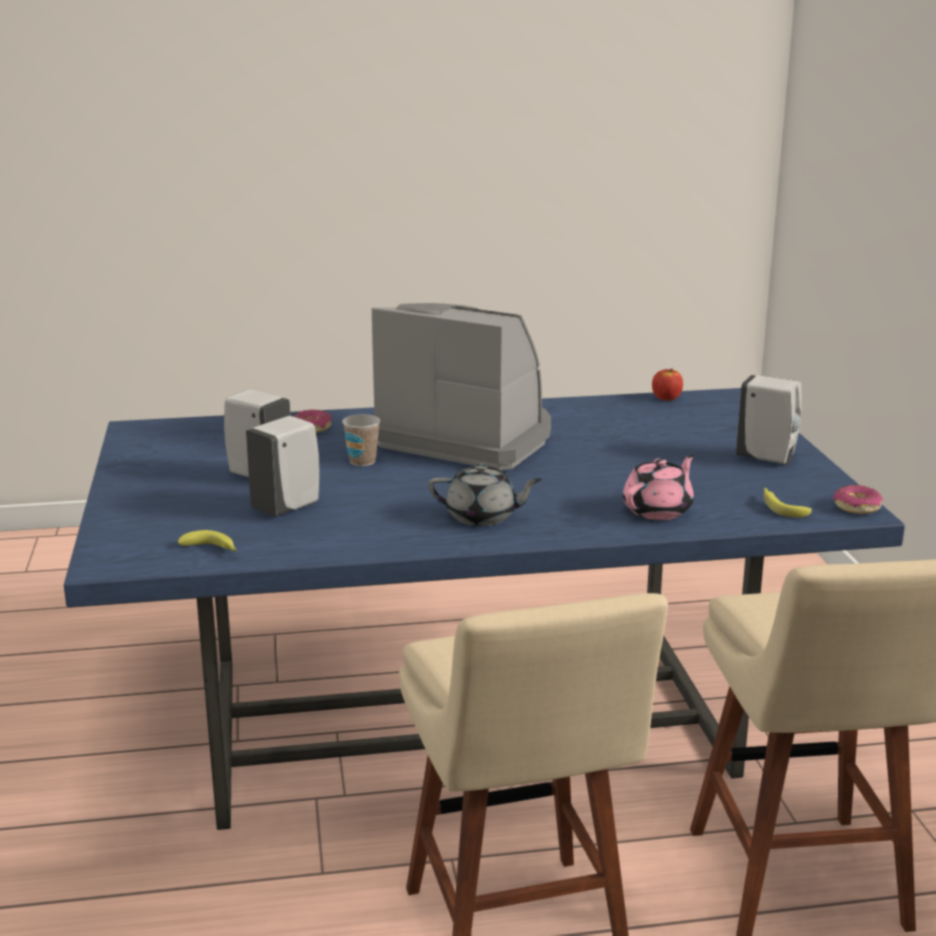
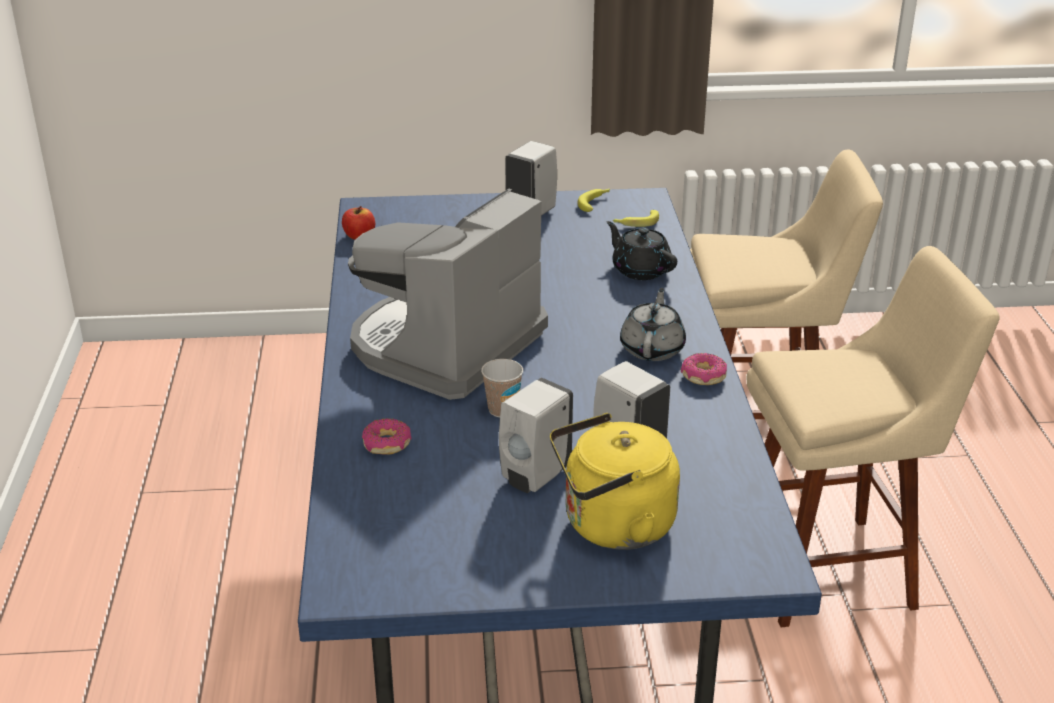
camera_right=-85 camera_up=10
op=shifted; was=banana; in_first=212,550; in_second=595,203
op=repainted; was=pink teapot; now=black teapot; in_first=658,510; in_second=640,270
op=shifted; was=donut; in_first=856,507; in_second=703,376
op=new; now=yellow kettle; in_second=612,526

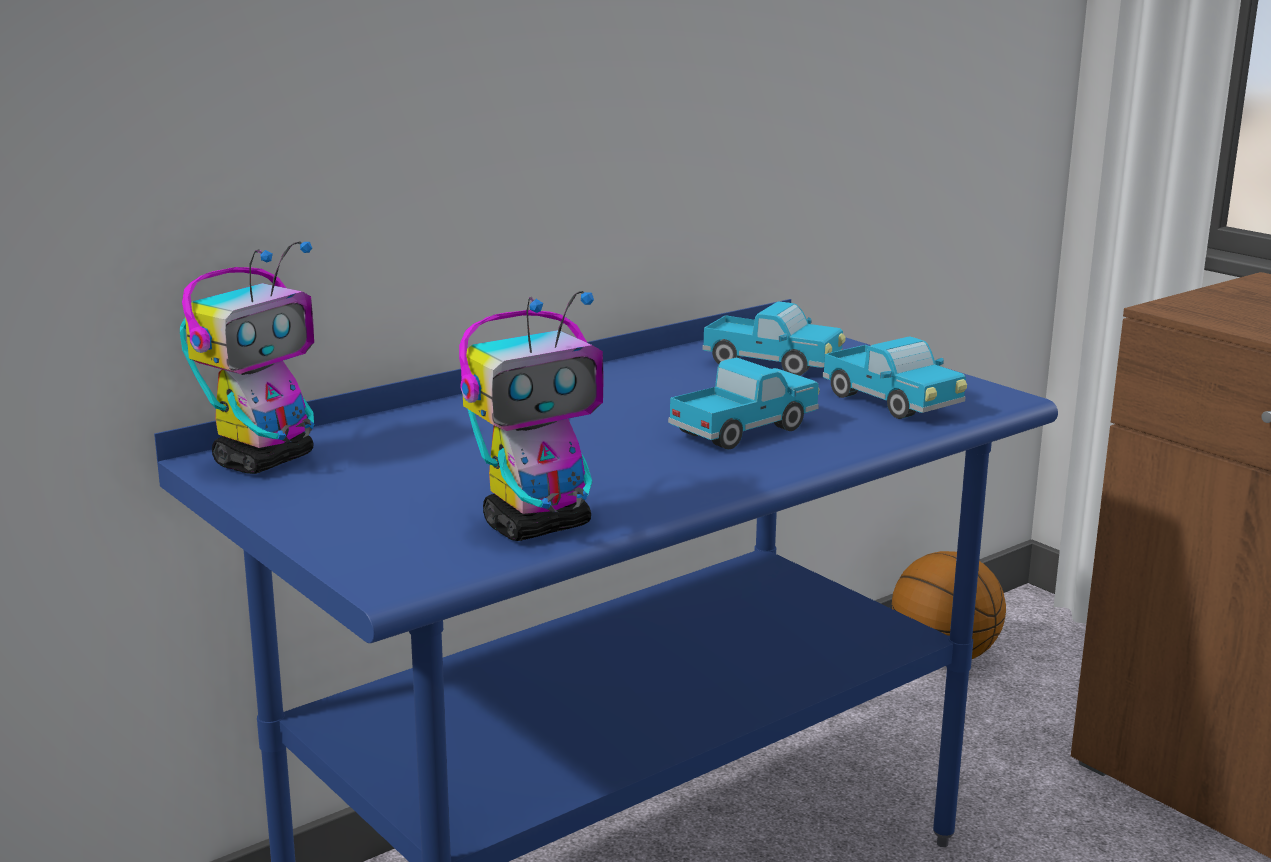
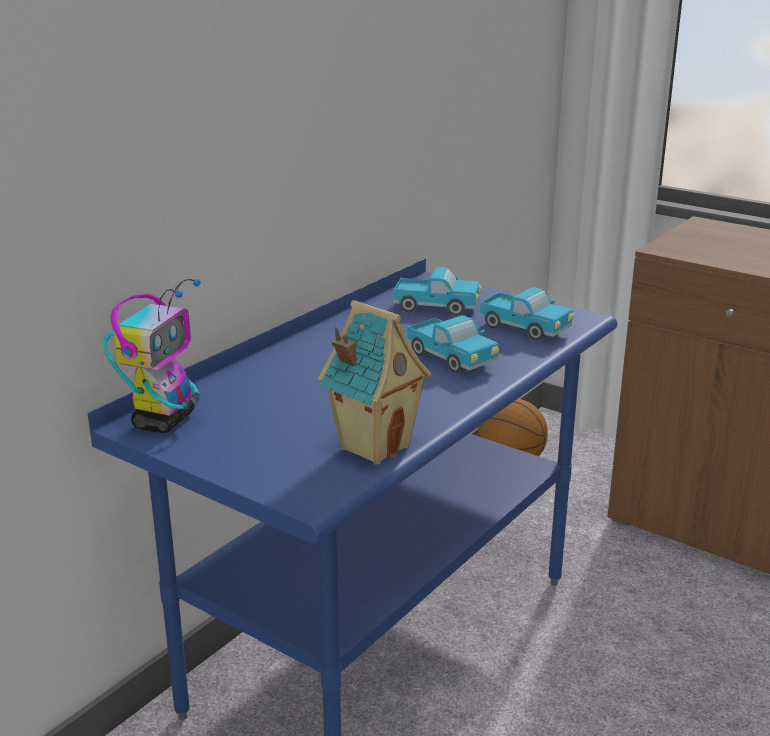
camera_right=-15 camera_up=5
op=swapped; was=toy robot; now=toy house; in_first=538,525; in_second=374,447
op=rotated; was=toy truck; in_first=745,430; in_second=451,359; clockwise=105

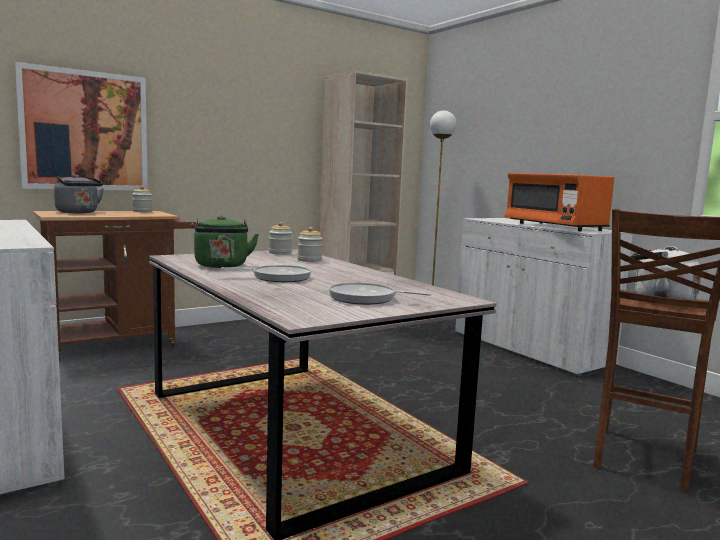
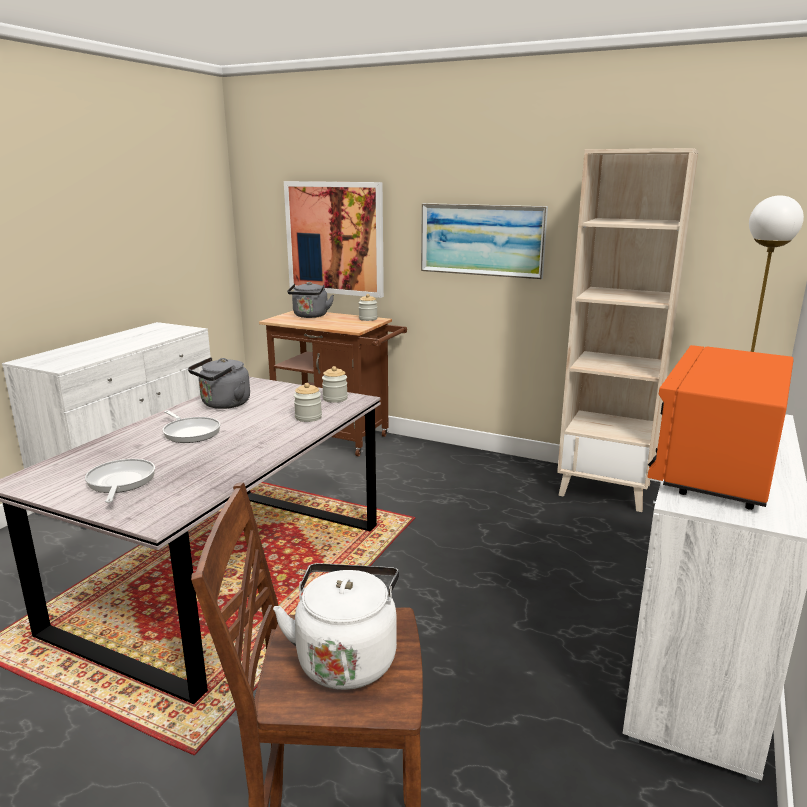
camera_right=60 camera_up=10
op=repainted; was=green kettle; now=grey kettle; in_first=222,266; in_second=223,404
op=new; now=picture; in_second=482,240

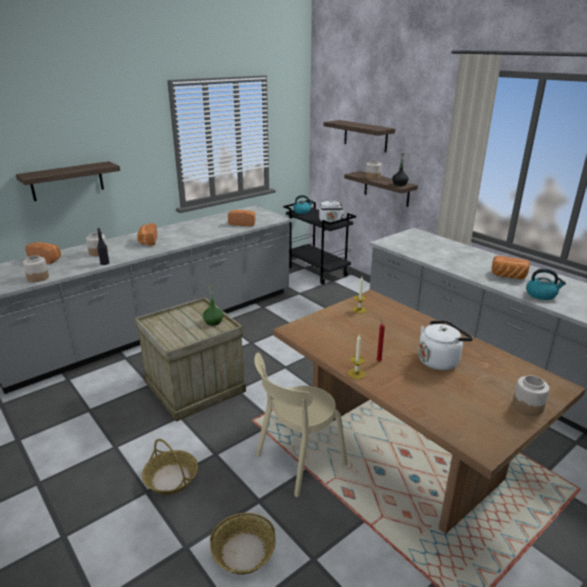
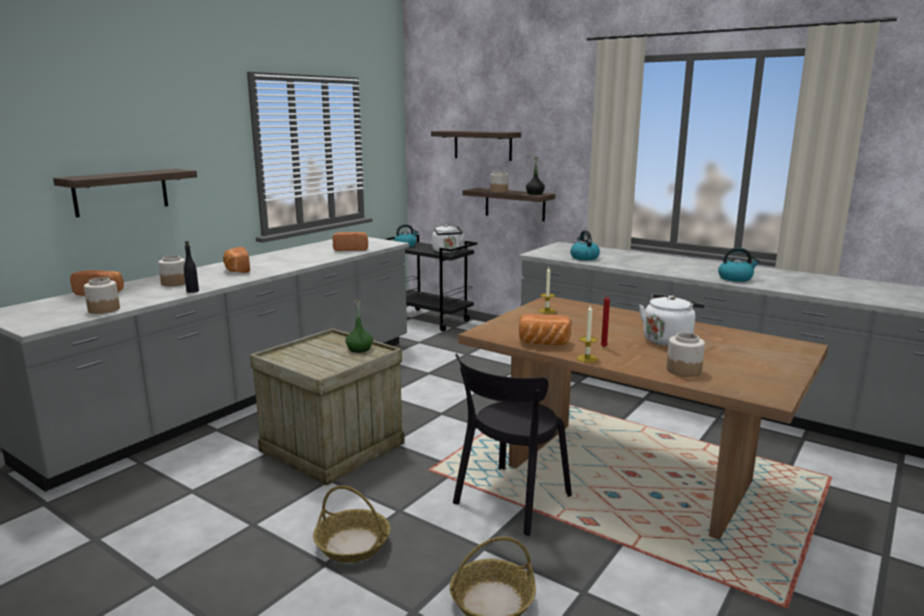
camera_right=-15 camera_up=-10
op=repainted; was=beige chair; now=black chair; in_first=297,462; in_second=509,502
op=shifted; was=bread; in_first=508,276; in_second=543,344
op=shifted; was=jar; in_first=527,406; in_second=684,370
op=new; now=kettle; in_second=584,257

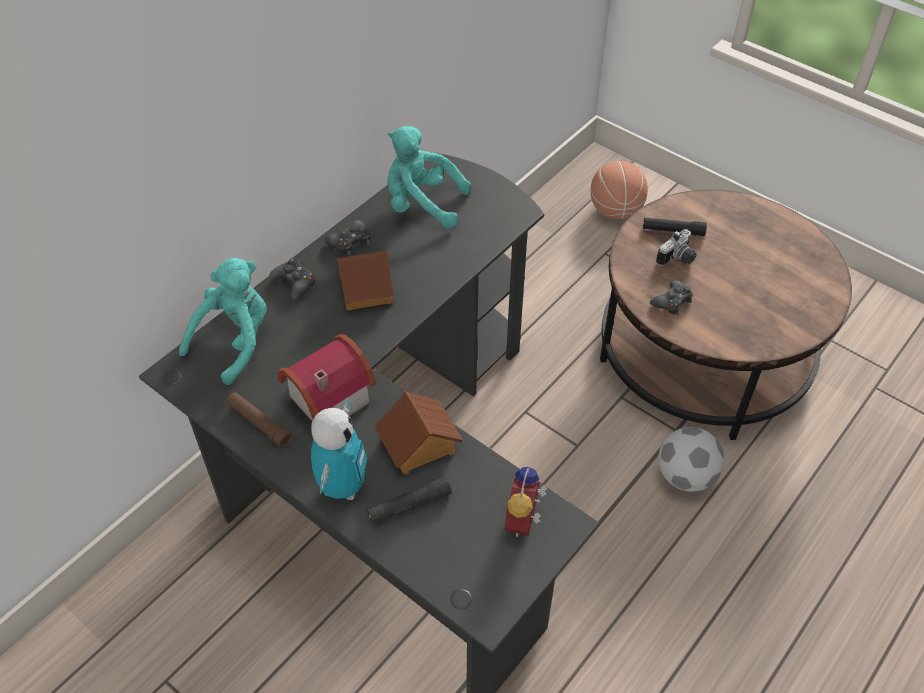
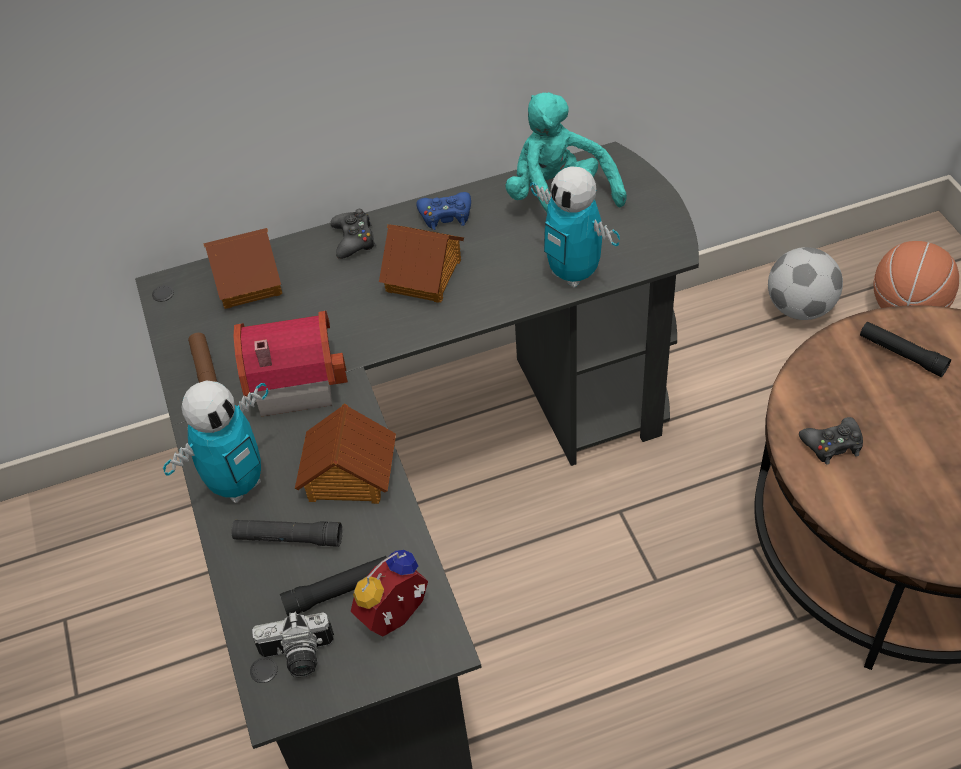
camera_right=35 camera_up=0
op=swapped; was=turquoise plush toy; now=toy house; in_first=235,341; in_second=249,280
op=repainted; was=black game controller; now=blue game controller; in_first=350,242; in_second=446,215
op=shifted; was=photo camera; in_first=678,259; in_second=298,657
op=shifted; was=football; in_first=685,476; in_second=800,308
op=new; now=black flashlight; in_second=339,591
op=new; now=toy robot; in_second=573,273

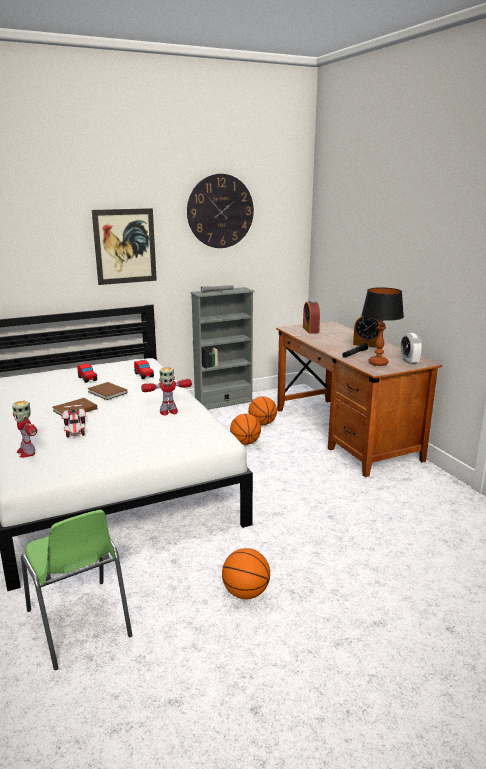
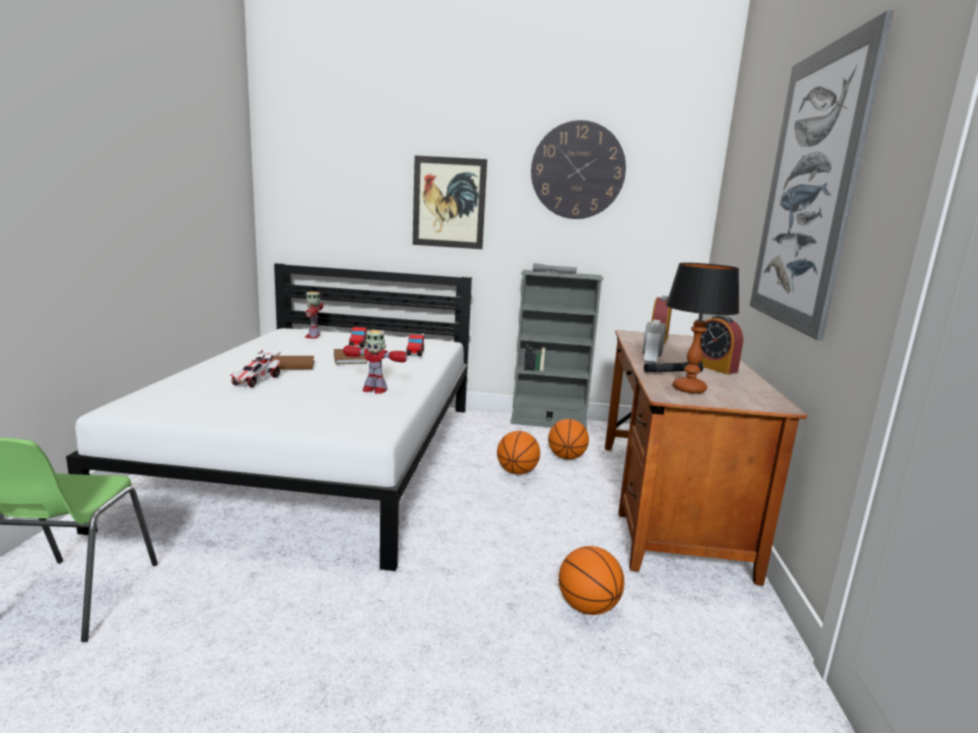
camera_right=30 camera_up=-5
op=shifted; was=toy robot; in_first=27,452; in_second=313,336
op=shifted; was=basketball; in_first=246,592; in_second=587,607
op=shifted; was=alarm clock; in_first=409,361; in_second=651,362
op=new; now=picture; in_second=808,190

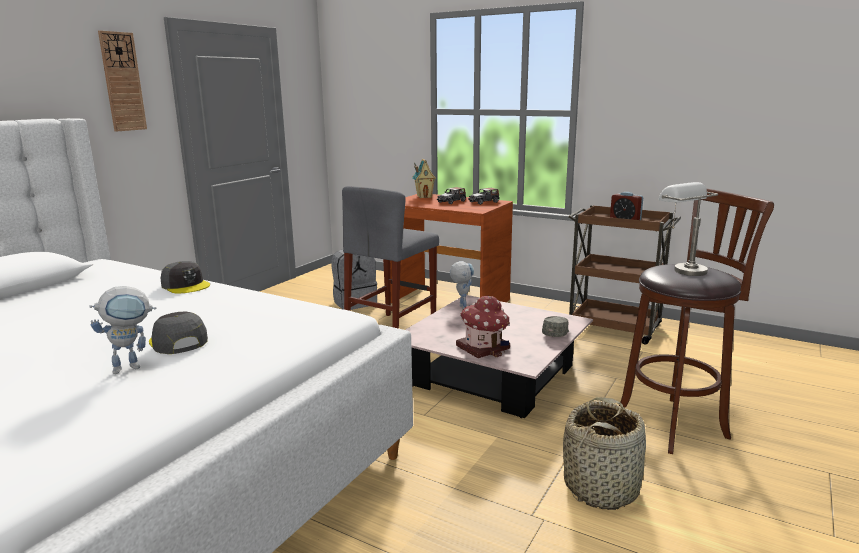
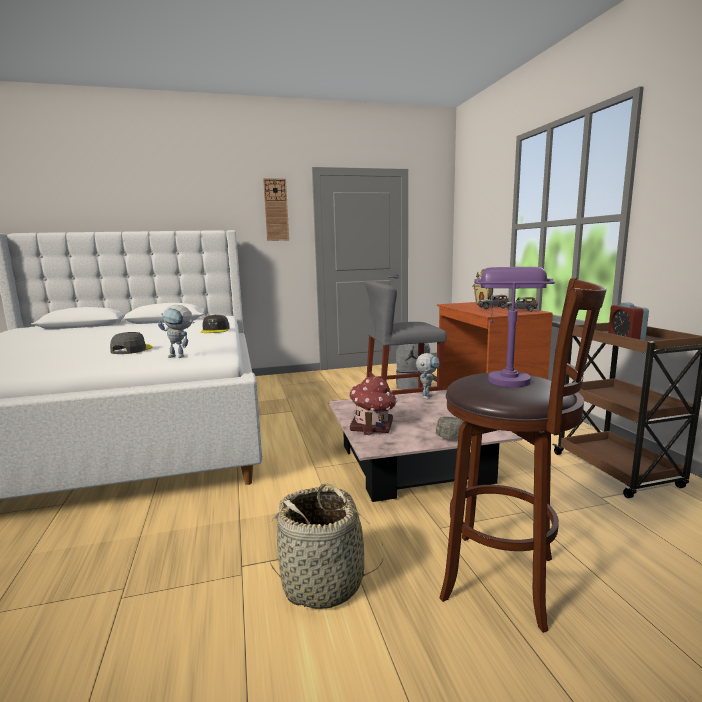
camera_right=45 camera_up=-5
op=shifted; was=toy robot; in_first=133,366; in_second=181,356
op=repainted; was=grey table lamp; now=purple table lamp; in_first=680,269; in_second=506,377

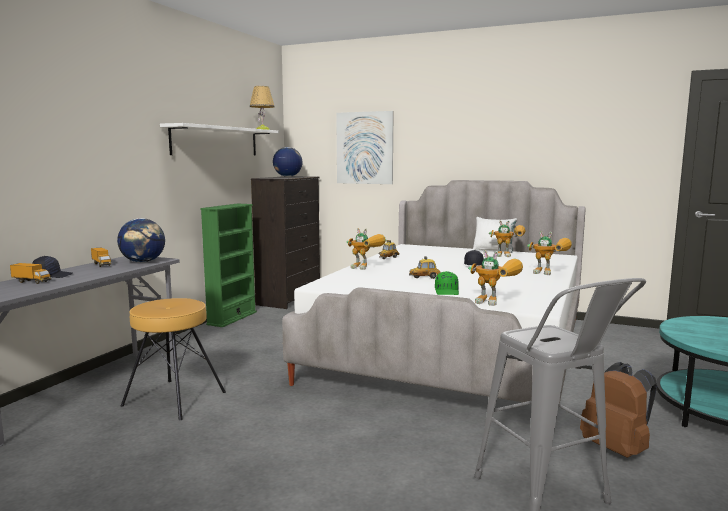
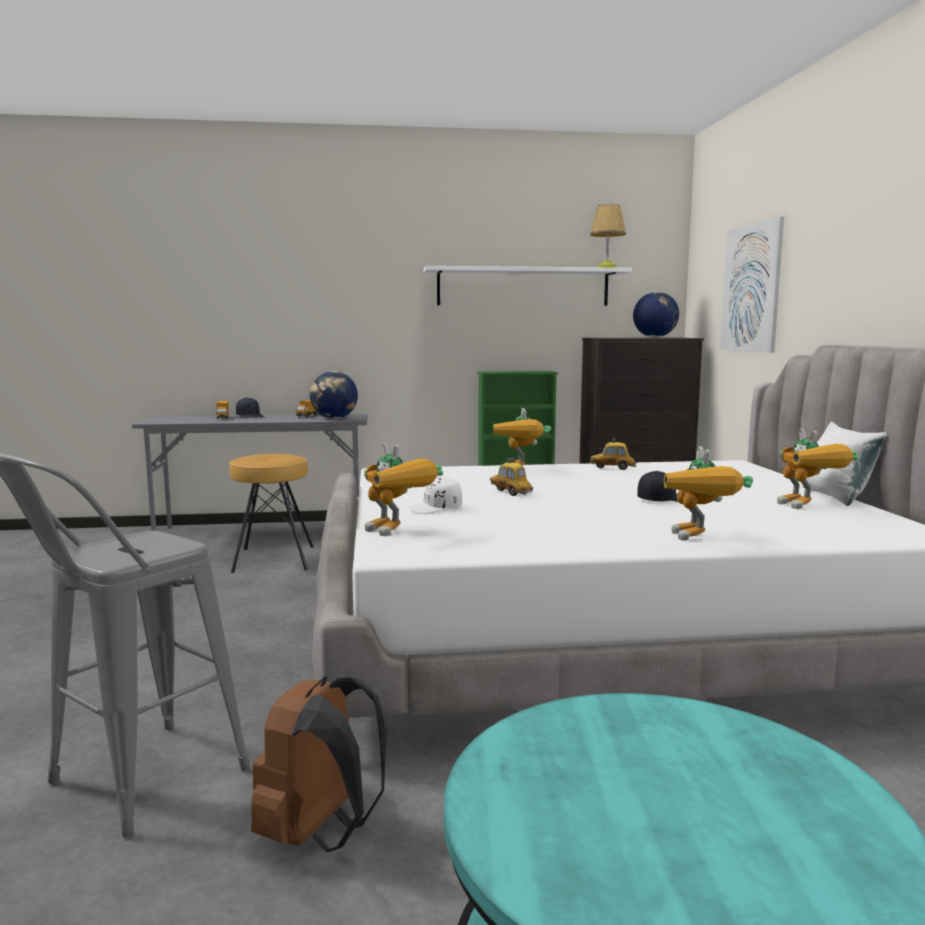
camera_right=60 camera_up=0
op=repainted; was=green cap; now=white cap; in_first=447,291; in_second=435,508
op=rotated; was=toy robot; in_first=496,303; in_second=398,532; clockwise=-45

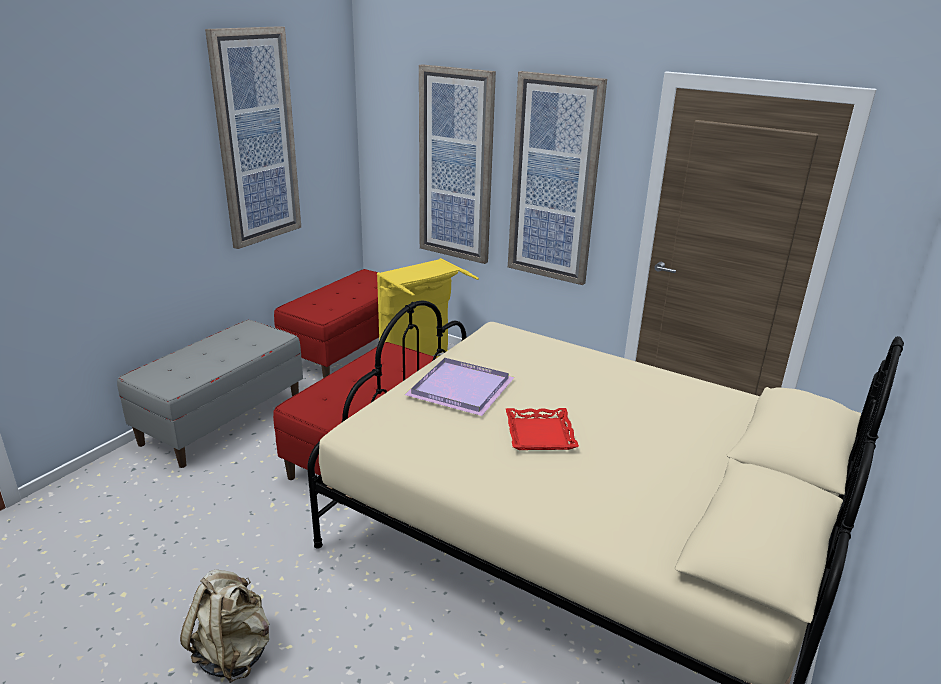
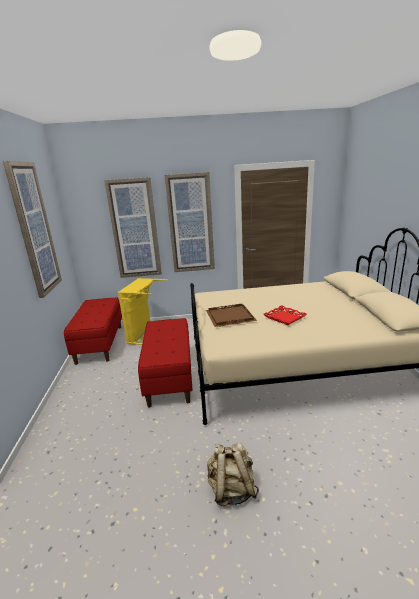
camera_right=-35 camera_up=-5
op=gone; was=grey bench; in_first=222,419
op=repainted; was=purple tray; now=brown tray; in_first=463,388; in_second=230,316

